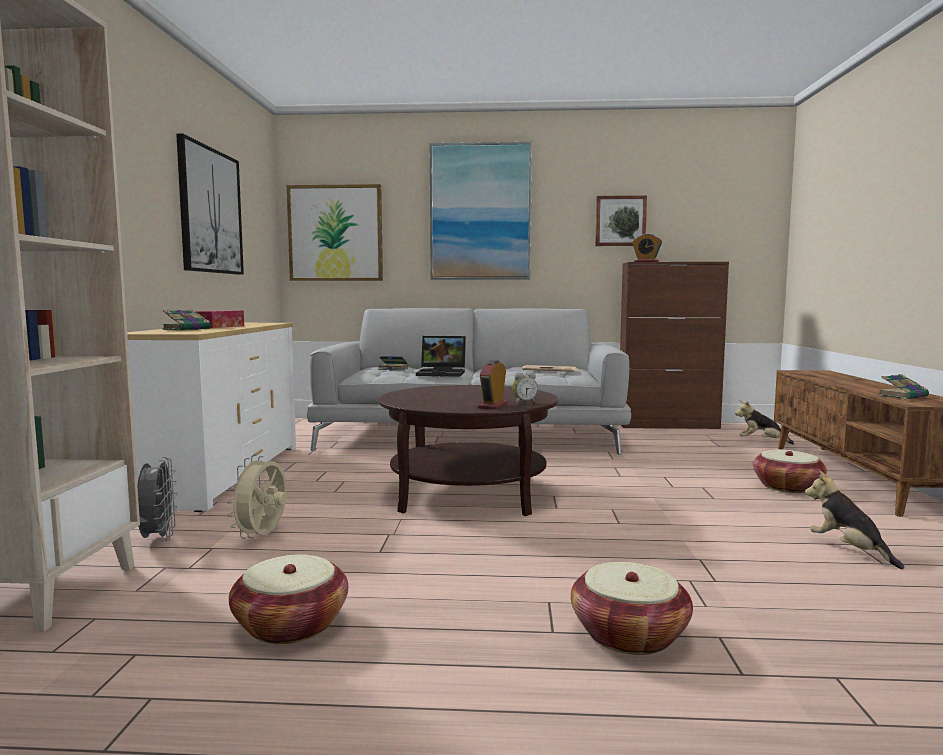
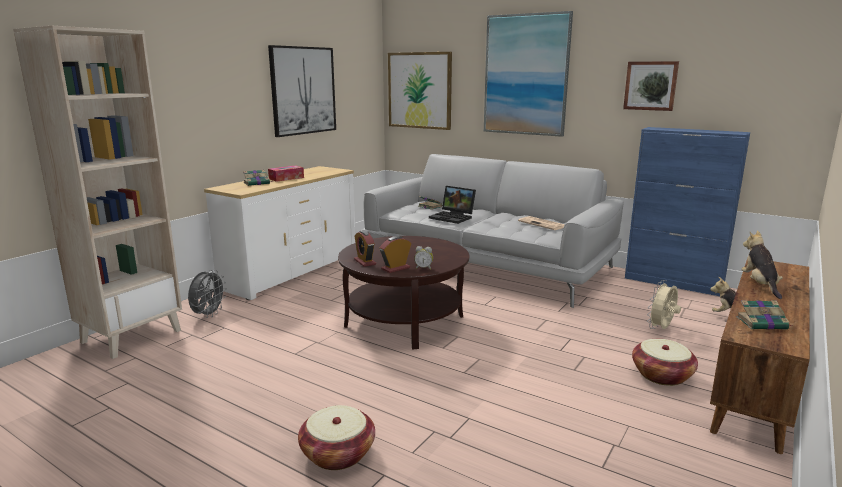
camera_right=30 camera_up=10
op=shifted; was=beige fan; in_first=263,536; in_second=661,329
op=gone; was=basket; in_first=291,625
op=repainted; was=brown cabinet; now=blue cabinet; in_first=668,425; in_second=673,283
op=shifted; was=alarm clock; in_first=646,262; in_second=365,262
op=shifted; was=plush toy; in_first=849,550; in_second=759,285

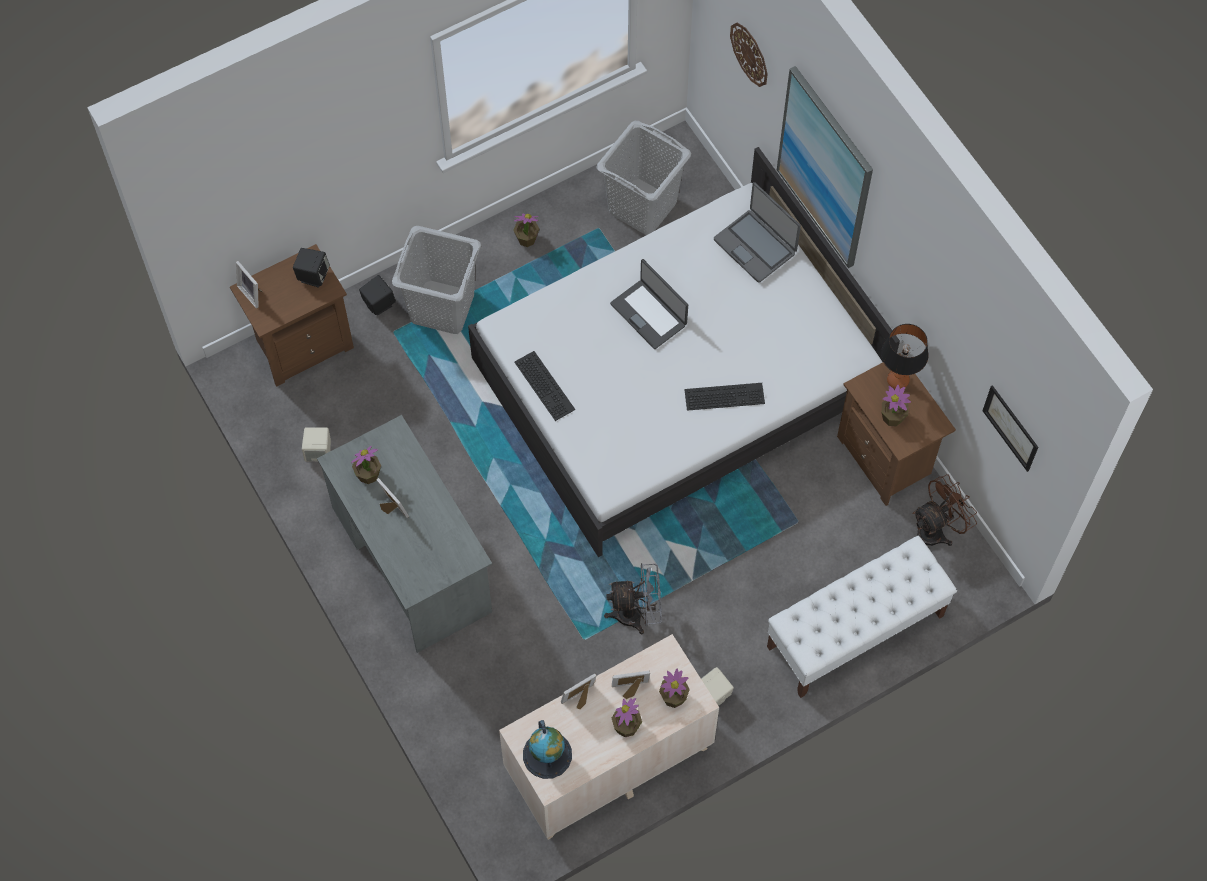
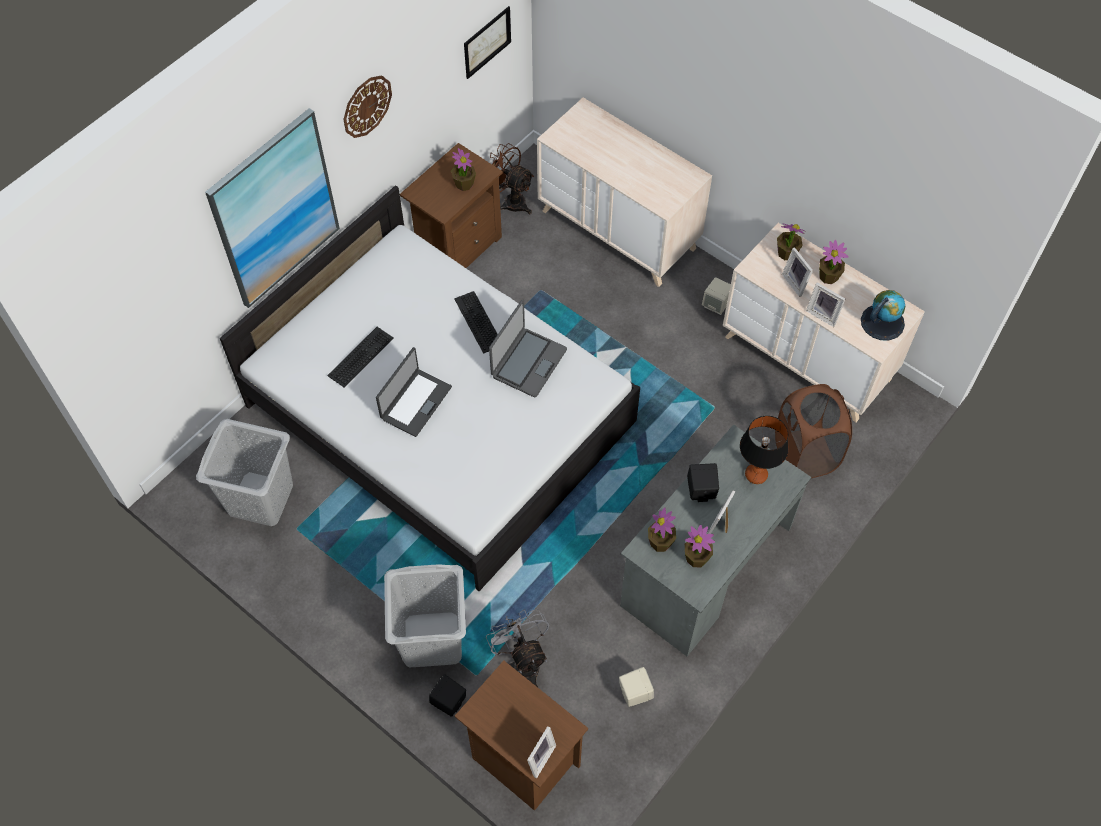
camera_right=-110 camera_up=-5
op=shifted; was=black speaker; in_first=313,275; in_second=701,491
op=shifted; was=potted plant; in_first=526,239; in_second=660,542
op=shifted; was=keyboard; in_first=546,385; in_second=360,355
op=shifted; was=grey fan; in_first=637,614; in_second=523,661
op=shifted; was=laptop; in_first=755,246; in_second=528,363
op=shifted; was=wall clock; in_first=749,54; in_second=366,106
op=swapped; was=white bench; now=beige dresser; in_first=855,632; in_second=619,230
op=shifted; was=table lamp; in_first=897,380; in_second=756,475
op=new; now=brown laundry basket; in_second=805,454

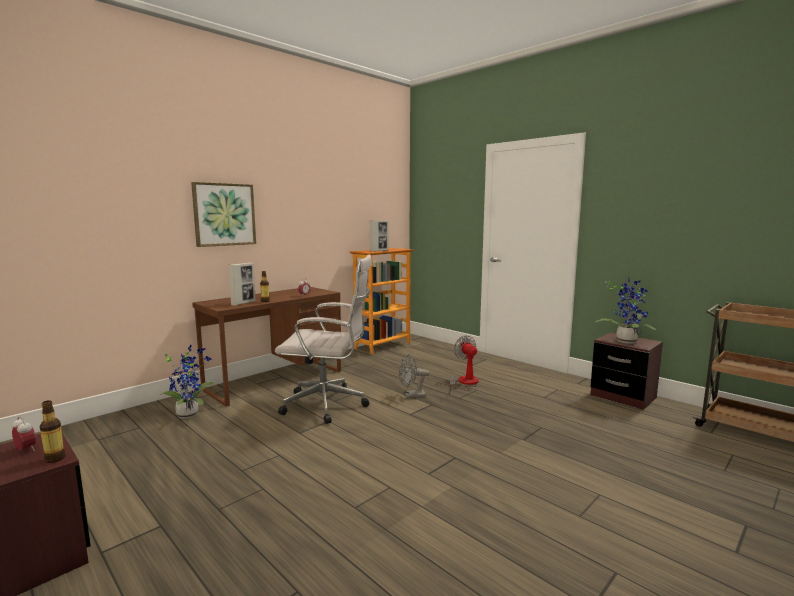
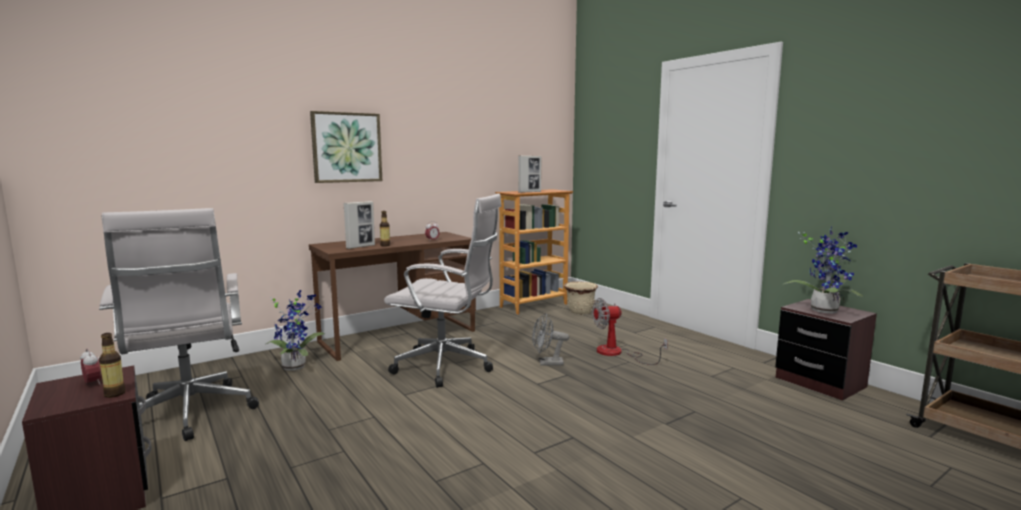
camera_right=10 camera_up=0
op=rotated; was=fan; in_first=465,383; in_second=617,353; clockwise=-90
op=new; now=white office chair; in_second=189,416
op=new; now=beige planter; in_second=580,311

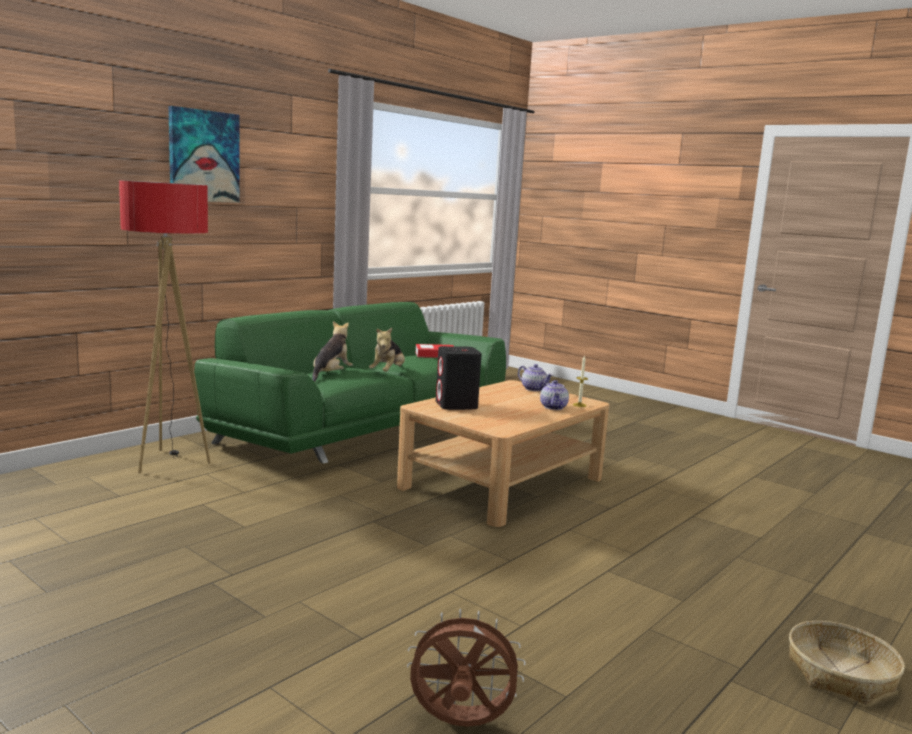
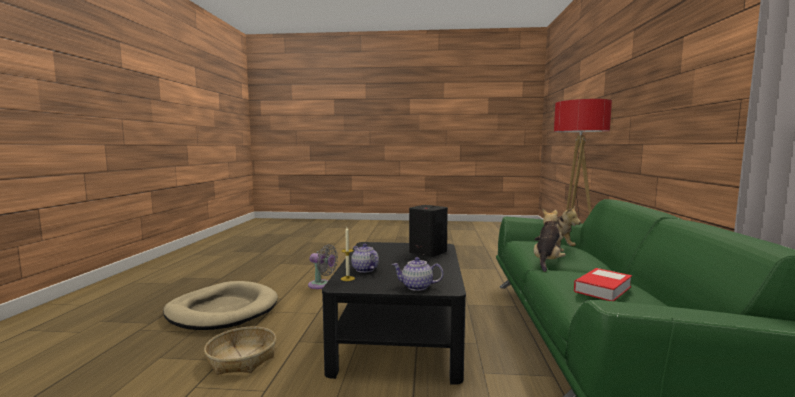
camera_right=145 camera_up=-5
op=gone; was=picture; in_first=203,156
op=rotated; was=plush toy; in_first=388,372; in_second=547,261; clockwise=45
op=repainted; was=beige coffee table; now=black coffee table; in_first=502,483; in_second=400,333
op=gone; was=brown fan; in_first=460,725
op=shifted; was=basket; in_first=841,674; in_second=241,358
op=new; now=beige dog bed; in_second=223,310
op=new; now=grey fan; in_second=322,285

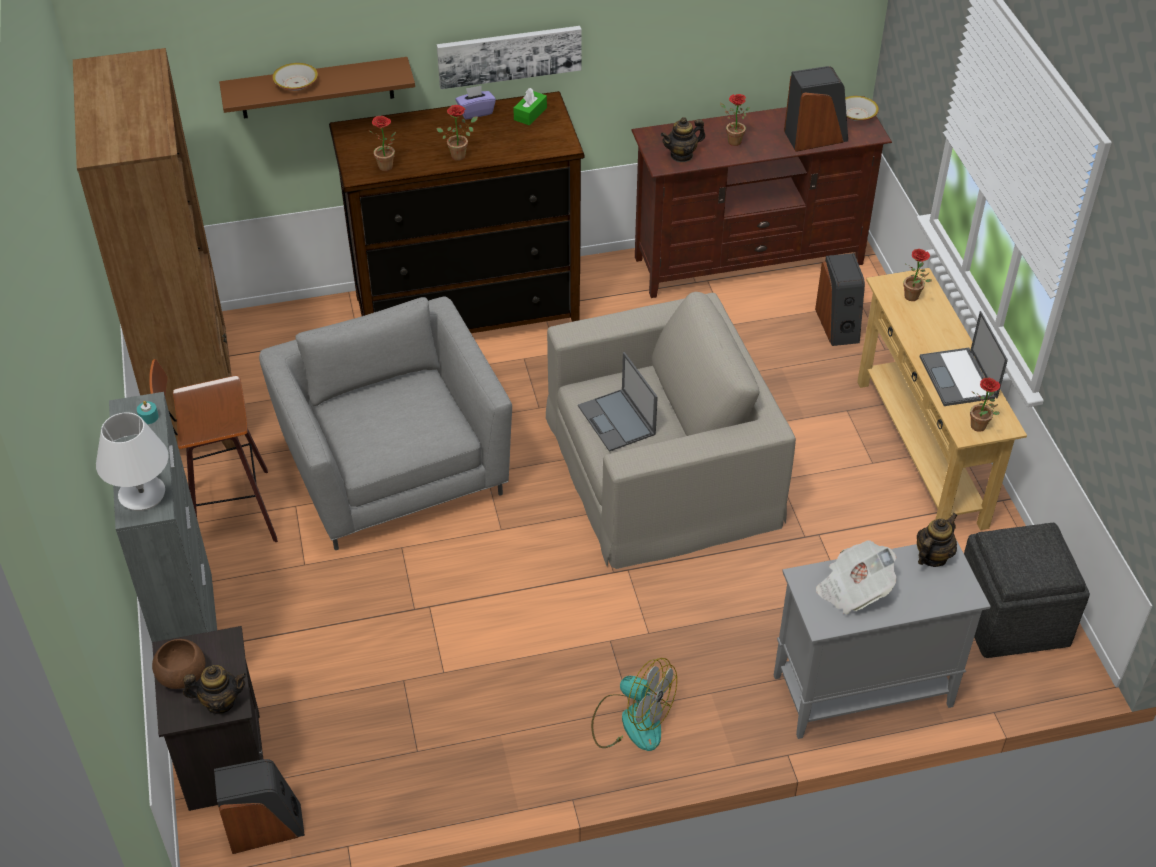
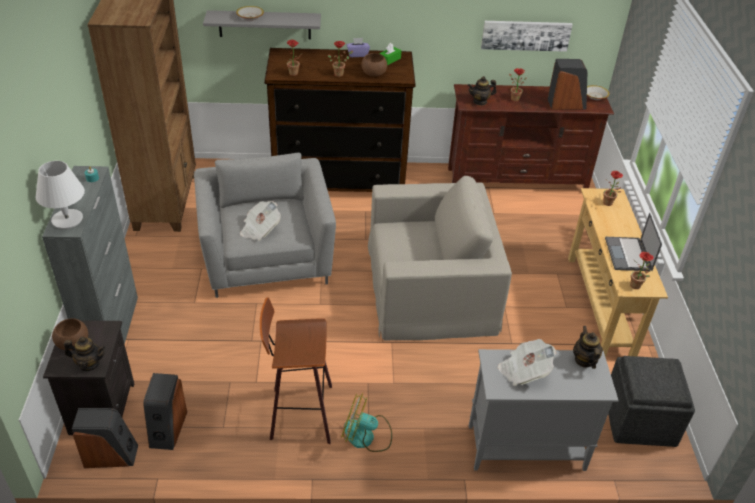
camera_right=10 camera_up=-5
op=shifted; was=stool; in_first=228,512; in_second=299,413
op=repainted; was=brown shelf; now=grey shelf; in_first=316,88; in_second=264,24
op=shifted; was=picture; in_first=509,55; in_second=525,35
op=gone; was=laptop; in_first=617,421
op=rotated; was=fan; in_first=631,721; in_second=366,436; clockwise=150
op=shifted; was=speaker; in_first=838,325; in_second=167,429
op=rotated; was=teapot; in_first=932,556; in_second=584,360; clockwise=-60
op=new; now=newspaper; in_second=260,229
op=new; now=brown bowl; in_second=373,73

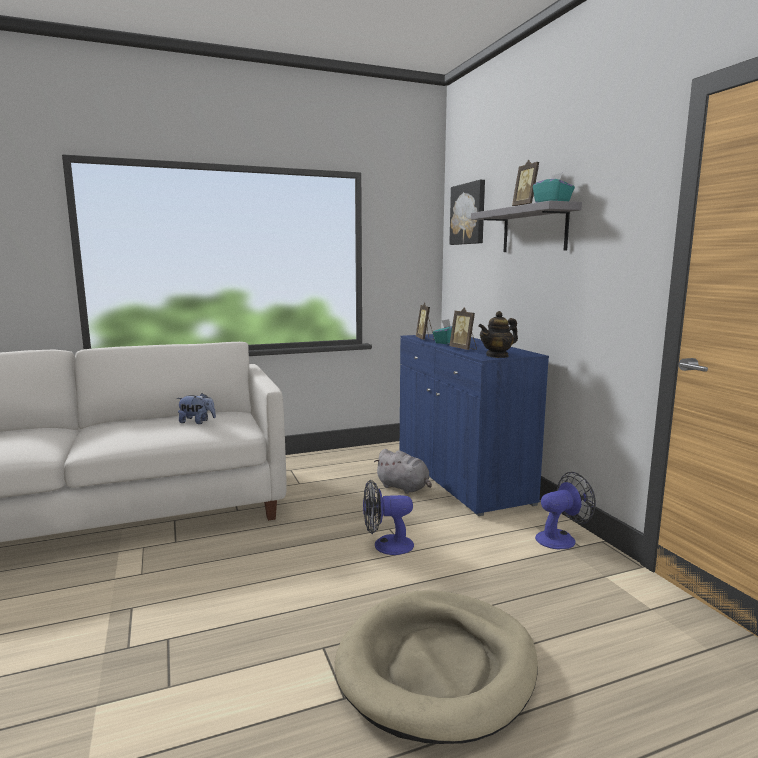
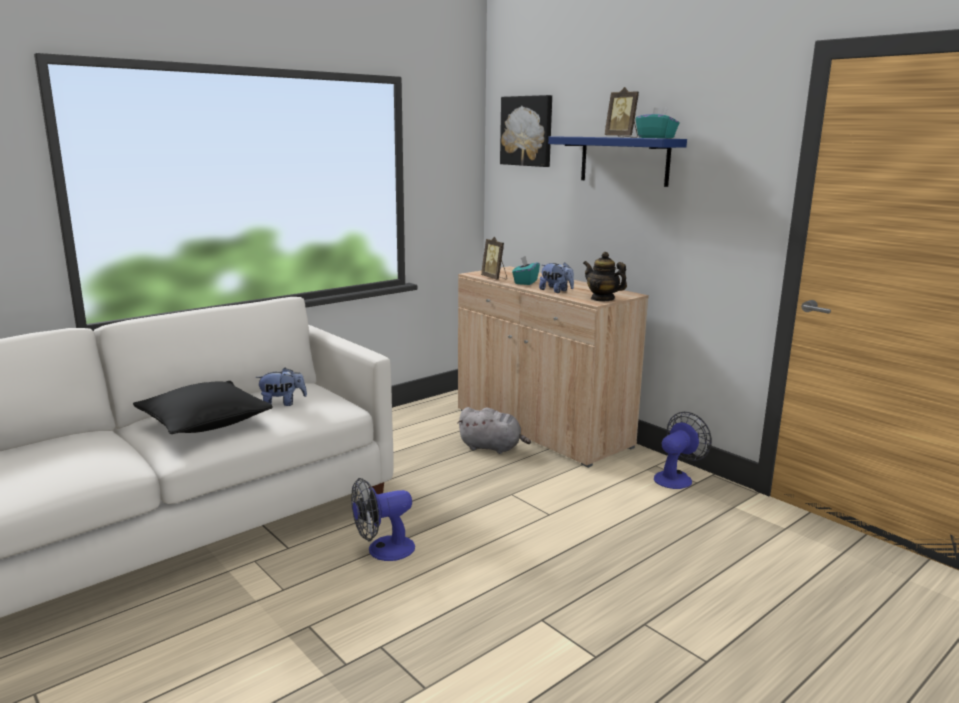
camera_right=-20 camera_up=5
op=gone; was=beige dog bed; in_first=437,667
op=shifted; was=fan; in_first=386,545; in_second=383,550
op=repainted; was=blue cabinet; now=beige cabinet; in_first=460,477; in_second=541,428
op=swapped; was=picture frame; now=plush toy; in_first=463,349; in_second=556,291
op=repainted; was=grey shelf; now=blue shelf; in_first=534,230; in_second=624,160
op=rotated; was=teapot; in_first=497,356; in_second=602,299; clockwise=90
op=new; now=black pillow; in_second=205,422

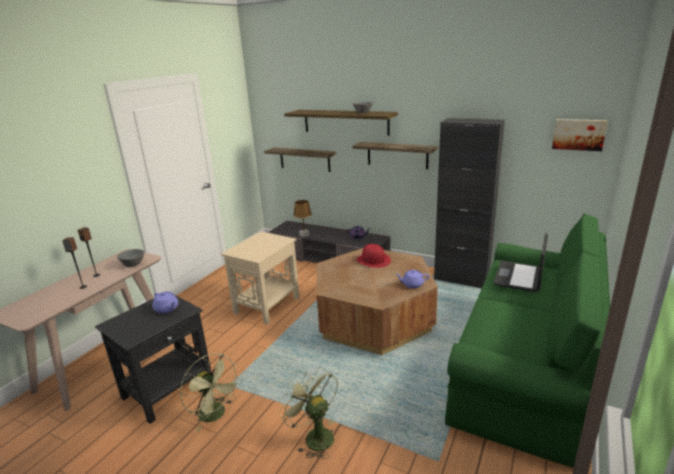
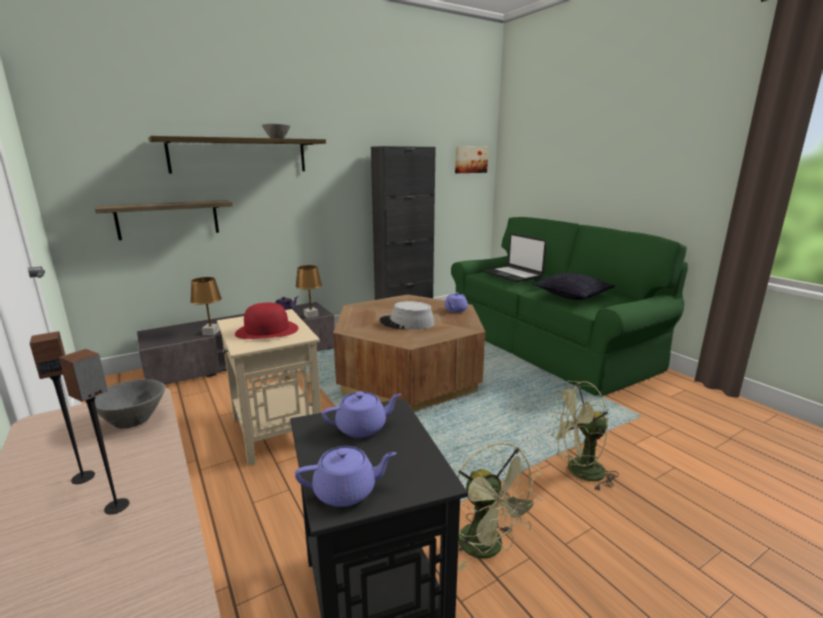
camera_right=-60 camera_up=-5
op=rotated; was=green fan; in_first=216,415; in_second=488,548; clockwise=75
op=gone; was=shelf; in_first=397,155
op=shifted; was=red hat; in_first=373,260; in_second=267,330
op=new; now=purple teapot; in_second=346,491
op=new; now=brown table lamp; in_second=311,316
op=new; now=grey hat; in_second=407,323
op=new; now=pillow; in_second=572,295

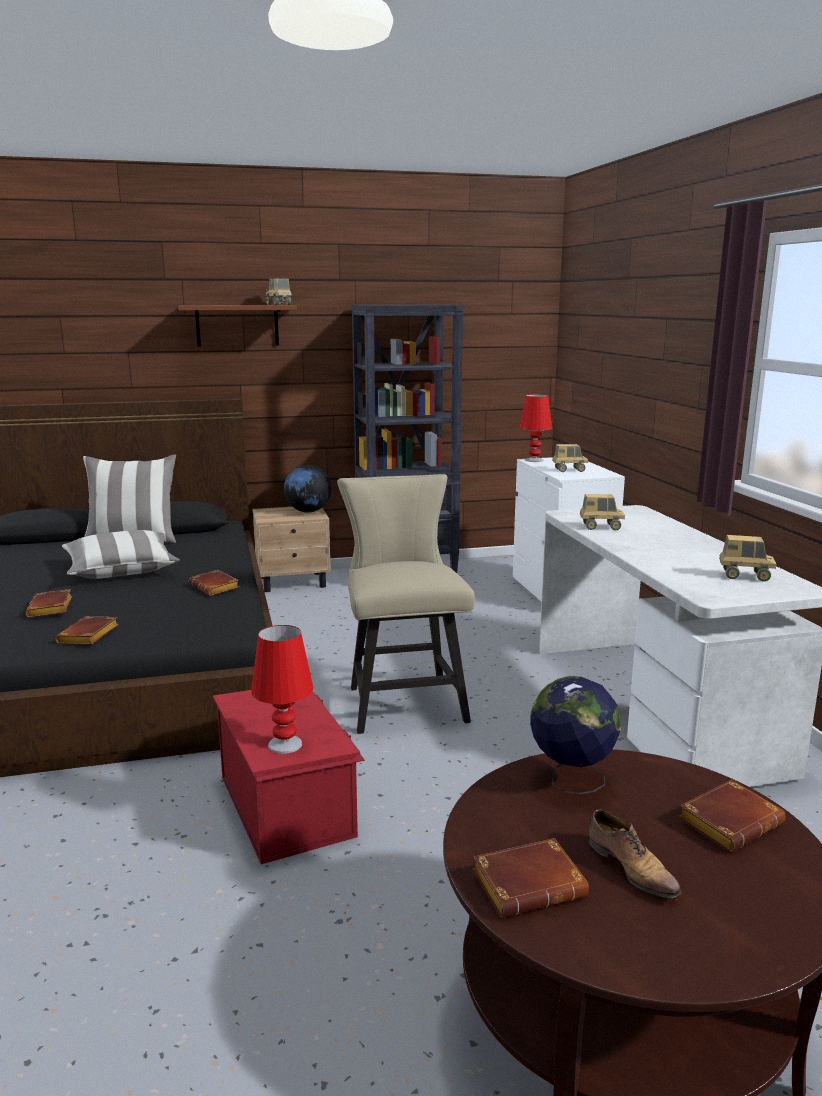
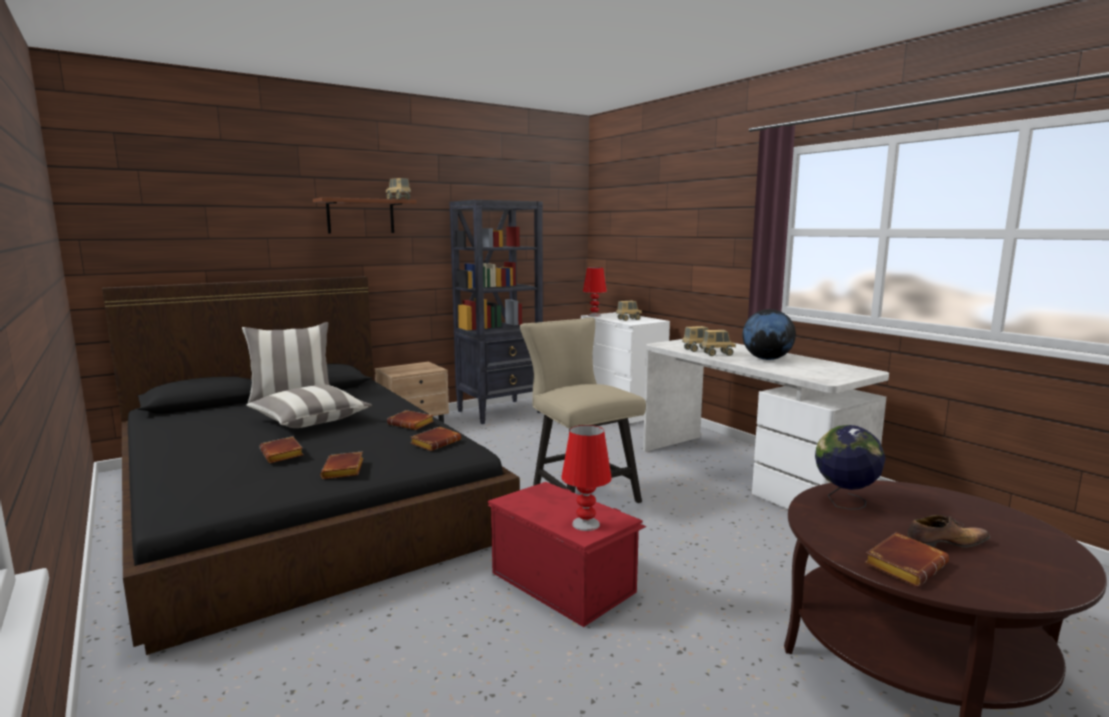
camera_right=-20 camera_up=-5
op=shifted; was=globe; in_first=308,511; in_second=766,359
op=rotated; was=shoe; in_first=630,868; in_second=944,543; clockwise=-45
op=shifted; was=brown book; in_first=729,821; in_second=436,442
op=shifted; was=toy truck; in_first=745,576; in_second=717,354

